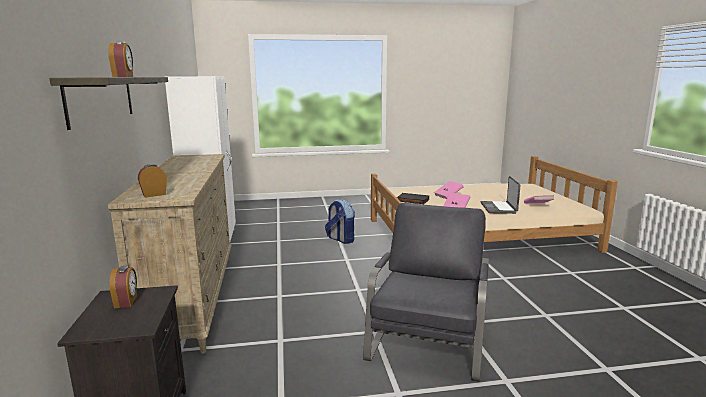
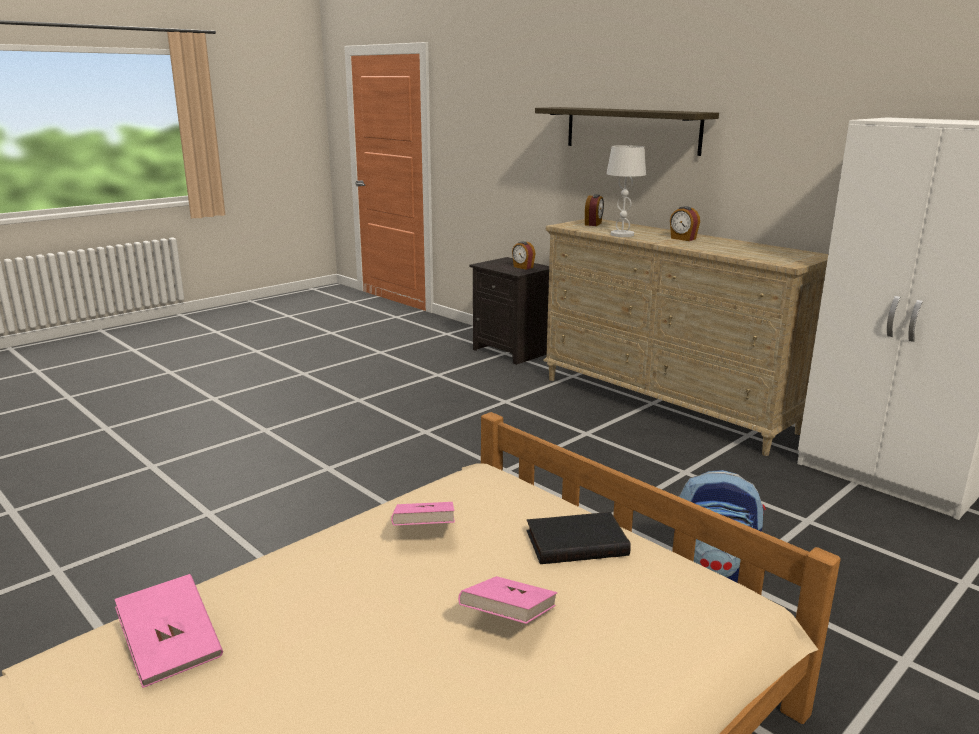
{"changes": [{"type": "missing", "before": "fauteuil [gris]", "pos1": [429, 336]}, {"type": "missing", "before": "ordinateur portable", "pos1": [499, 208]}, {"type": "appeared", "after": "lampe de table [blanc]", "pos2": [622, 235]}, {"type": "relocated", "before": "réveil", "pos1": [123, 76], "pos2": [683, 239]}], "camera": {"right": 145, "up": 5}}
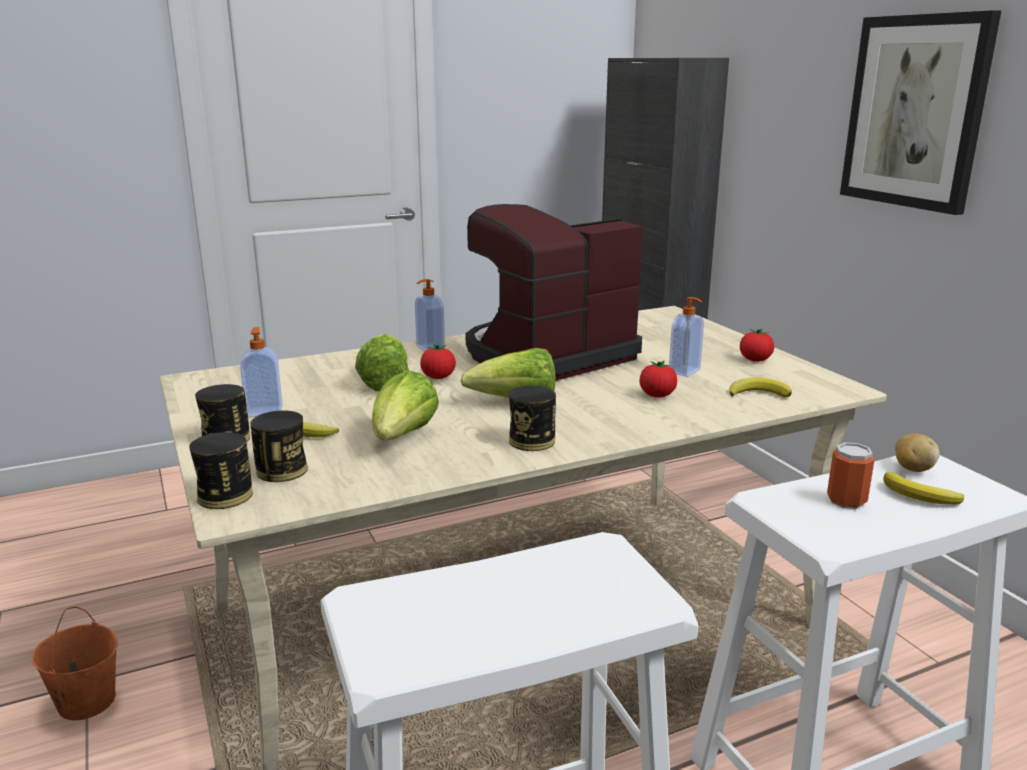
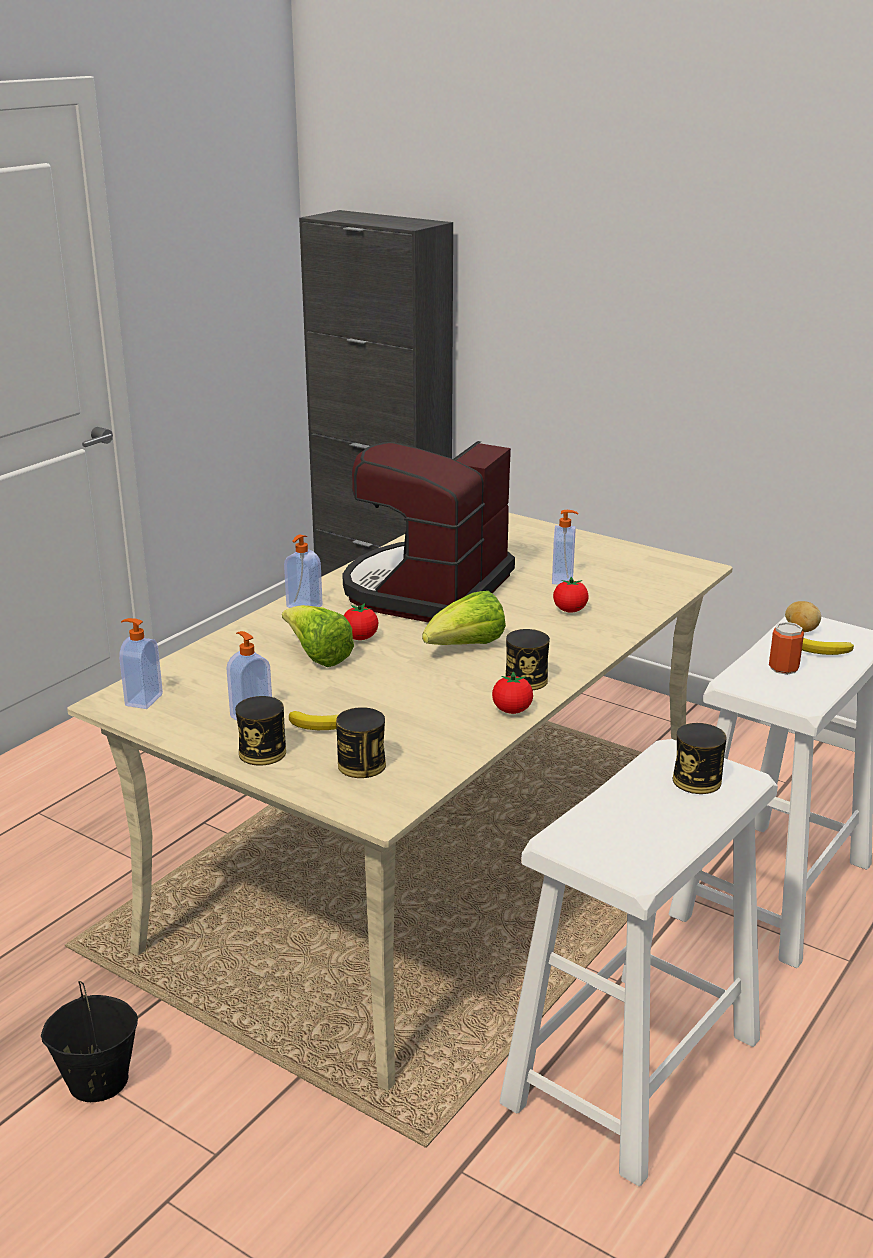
{"changes": [{"type": "missing", "before": "laitue", "pos1": [403, 438]}, {"type": "missing", "before": "banane", "pos1": [758, 393]}, {"type": "missing", "before": "tableau", "pos1": [915, 112]}, {"type": "appeared", "after": "distributeur de savon", "pos2": [142, 700]}, {"type": "relocated", "before": "boîte métallique", "pos1": [225, 496], "pos2": [697, 780]}, {"type": "relocated", "before": "tomate", "pos1": [755, 360], "pos2": [512, 710]}, {"type": "colour", "before": "seau [orange]", "after": "seau [noir]", "pos1": [86, 702], "pos2": [97, 1081]}], "camera": {"right": -30, "up": 5}}
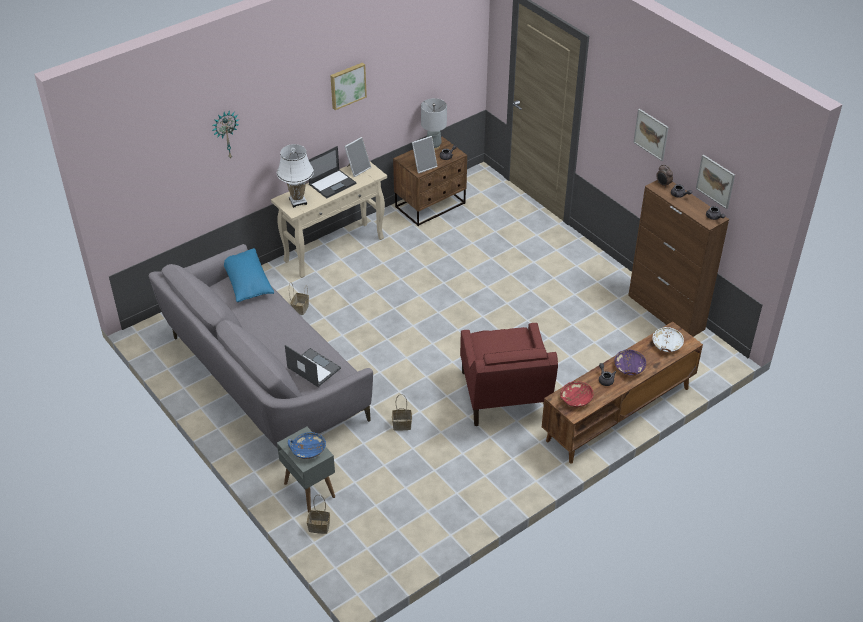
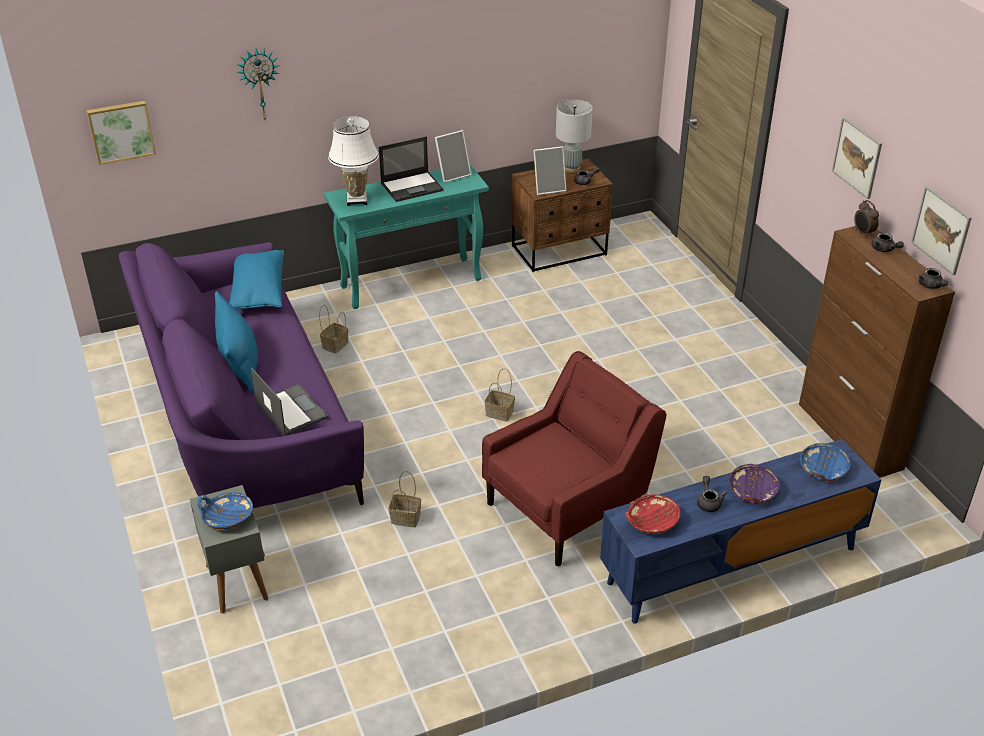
{"changes": [{"type": "appeared", "after": "coussin [bleu]", "pos2": [239, 362]}, {"type": "relocated", "before": "panier", "pos1": [320, 526], "pos2": [500, 413]}, {"type": "relocated", "before": "tableau", "pos1": [347, 85], "pos2": [121, 131]}, {"type": "colour", "before": "canapé [gris]", "after": "canapé [violet]", "pos1": [263, 378], "pos2": [246, 422]}, {"type": "colour", "before": "table console [beige]", "after": "table console [turquoise]", "pos1": [334, 249], "pos2": [412, 283]}, {"type": "colour", "before": "meuble télé [marron]", "after": "meuble télé [bleu]", "pos1": [618, 414], "pos2": [731, 566]}, {"type": "colour", "before": "bol [blanc]", "after": "bol [bleu]", "pos1": [666, 344], "pos2": [822, 470]}, {"type": "spun", "before": "fauteuil [rouge]", "pos1": [504, 396], "pos2": [567, 508], "turn": -135}], "camera": {"right": 15, "up": -5}}
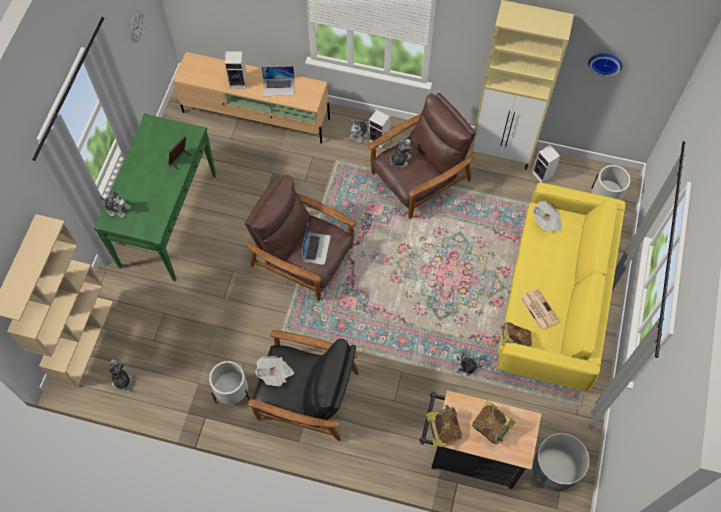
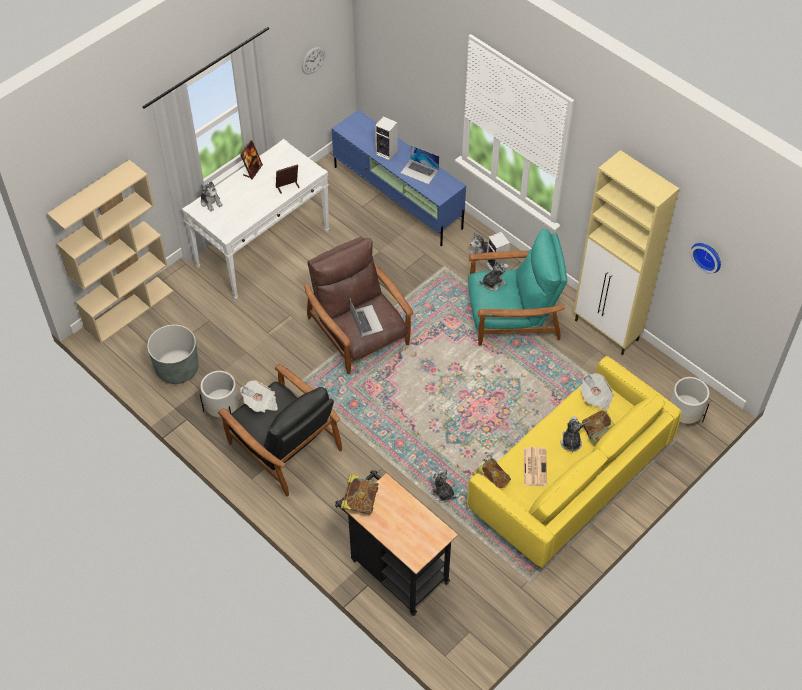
{"changes": [{"type": "missing", "before": "enceinte", "pos1": [543, 175]}, {"type": "appeared", "after": "cadre photo", "pos2": [252, 170]}, {"type": "relocated", "before": "peluche", "pos1": [121, 379], "pos2": [570, 442]}, {"type": "relocated", "before": "livre", "pos1": [491, 427], "pos2": [598, 433]}, {"type": "relocated", "before": "cache-pot [gris]", "pos1": [554, 469], "pos2": [177, 368]}, {"type": "colour", "before": "table console [vert]", "after": "table console [blanc]", "pos1": [168, 220], "pos2": [263, 248]}, {"type": "colour", "before": "meuble télé [beige]", "after": "meuble télé [bleu]", "pos1": [256, 116], "pos2": [398, 198]}, {"type": "colour", "before": "fauteuil [marron]", "after": "fauteuil [turquoise]", "pos1": [419, 178], "pos2": [512, 315]}, {"type": "spun", "before": "ordinateur portable", "pos1": [316, 248], "pos2": [366, 320], "turn": -60}], "camera": {"right": 30, "up": -10}}
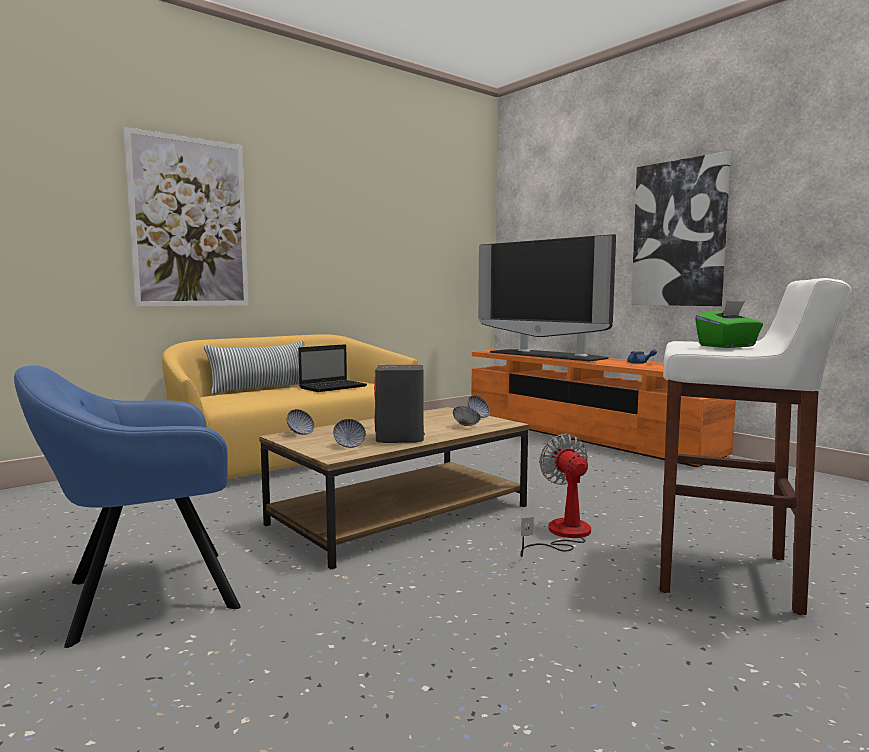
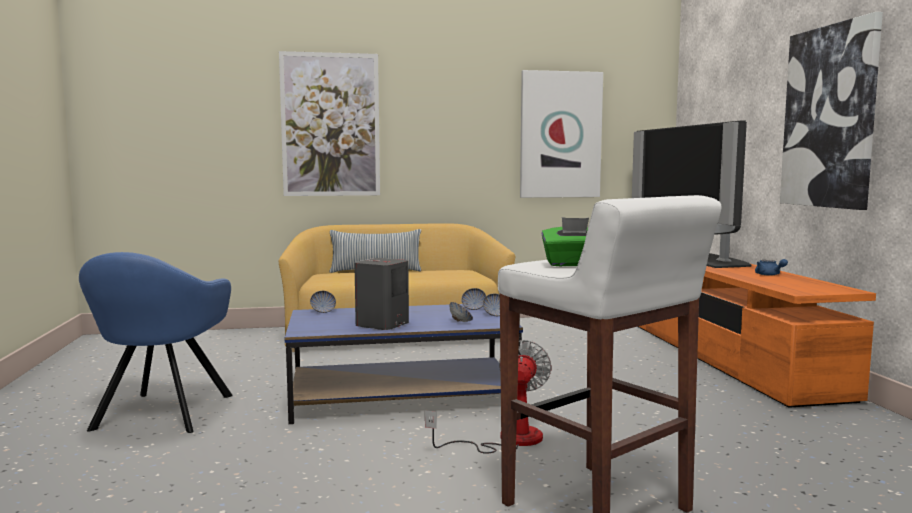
{"changes": [{"type": "missing", "before": "ordinateur portable", "pos1": [334, 387]}, {"type": "appeared", "after": "tableau", "pos2": [560, 135]}, {"type": "relocated", "before": "bol", "pos1": [349, 445], "pos2": [473, 308]}, {"type": "colour", "before": "table basse [marron]", "after": "table basse [bleu]", "pos1": [401, 514], "pos2": [403, 396]}, {"type": "spun", "before": "fauteuil [bleu]", "pos1": [142, 596], "pos2": [161, 414], "turn": -90}], "camera": {"right": 30, "up": 0}}
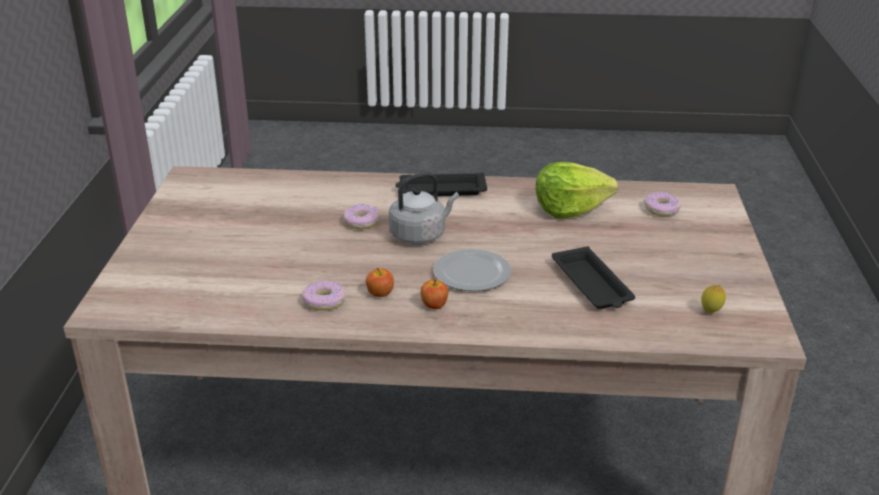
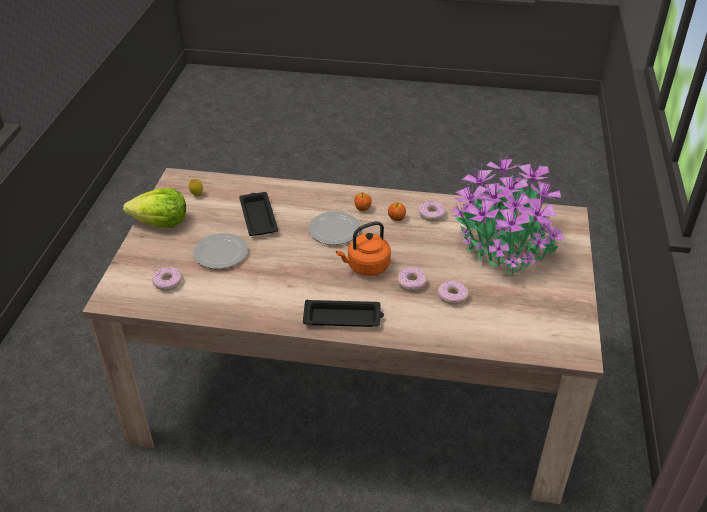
{"changes": [{"type": "appeared", "after": "assiette", "pos2": [221, 252]}, {"type": "appeared", "after": "beignet", "pos2": [452, 296]}, {"type": "appeared", "after": "plante en pot", "pos2": [504, 244]}, {"type": "relocated", "before": "laitue", "pos1": [570, 208], "pos2": [161, 222]}, {"type": "colour", "before": "bouilloire [gris]", "after": "bouilloire [orange]", "pos1": [420, 234], "pos2": [366, 267]}], "camera": {"right": -175, "up": 10}}
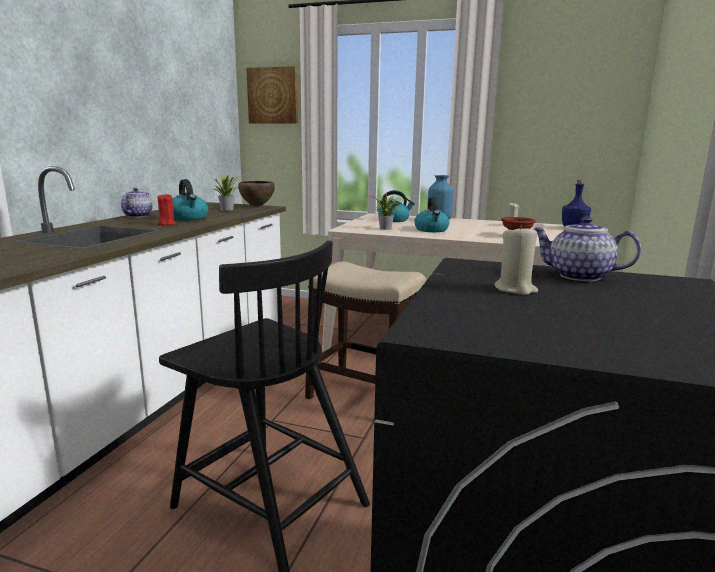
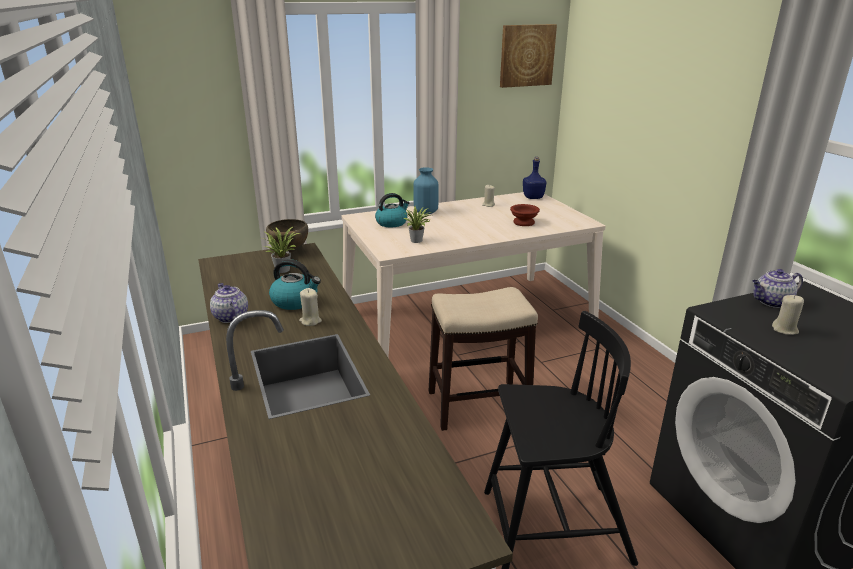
{"changes": [{"type": "missing", "before": "bouilloire", "pos1": [431, 230]}, {"type": "relocated", "before": "tableau", "pos1": [273, 95], "pos2": [526, 55]}, {"type": "colour", "before": "bougie [rouge]", "after": "bougie [beige]", "pos1": [166, 224], "pos2": [310, 321]}], "camera": {"right": -40, "up": 10}}
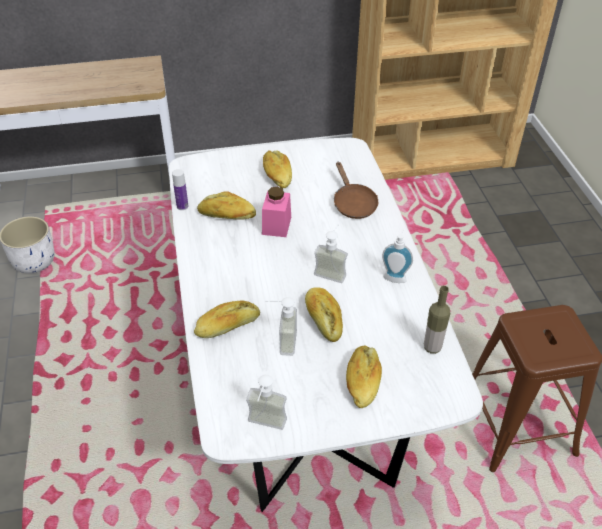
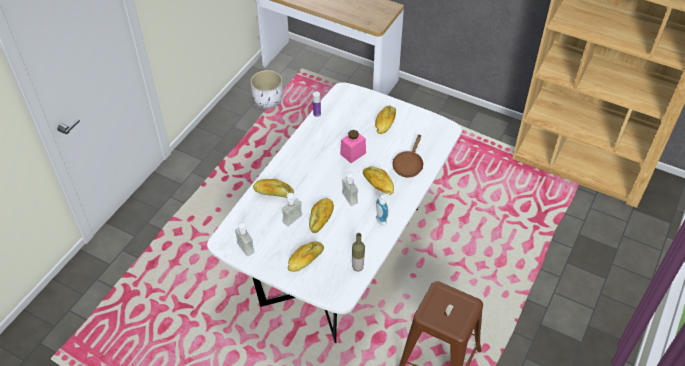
{"changes": [{"type": "relocated", "before": "pain", "pos1": [227, 215], "pos2": [378, 184]}], "camera": {"right": 40, "up": 5}}
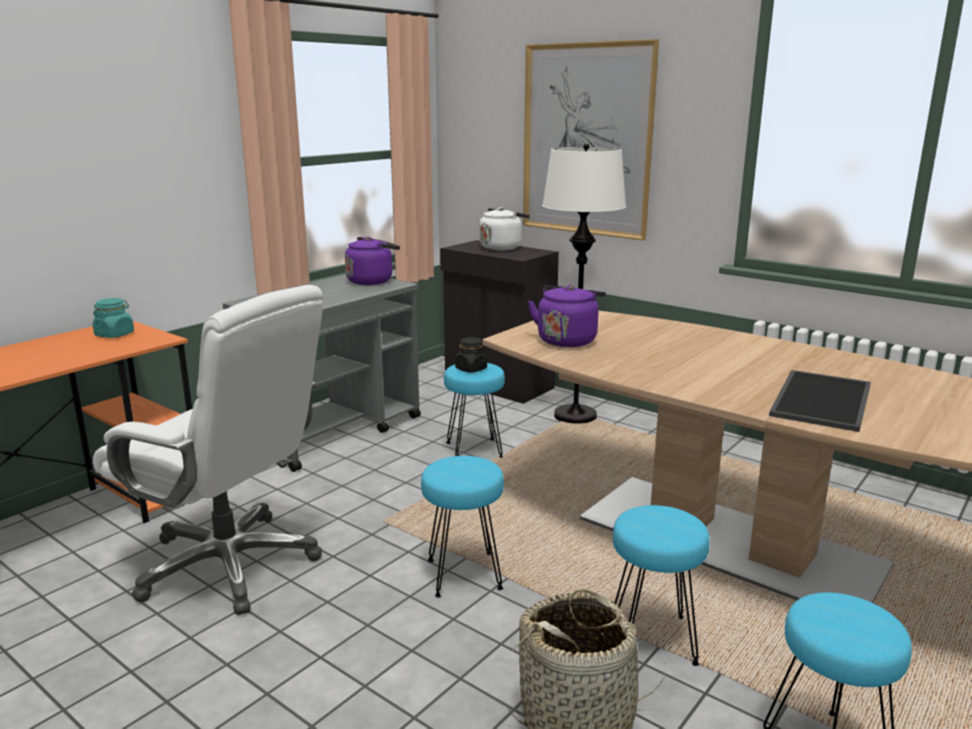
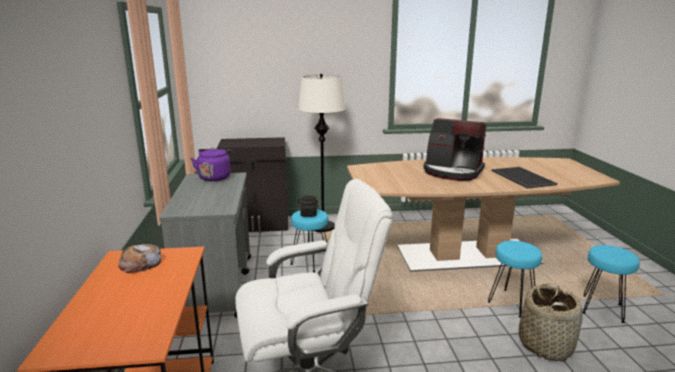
{"changes": [{"type": "missing", "before": "tabouret [turquoise]", "pos1": [463, 574]}, {"type": "missing", "before": "bouilloire [blanc]", "pos1": [502, 247]}, {"type": "missing", "before": "tableau", "pos1": [586, 140]}, {"type": "missing", "before": "bouilloire [violet]", "pos1": [567, 340]}, {"type": "appeared", "after": "machine à café", "pos2": [452, 172]}, {"type": "exchanged", "before": "bocal [turquoise]", "after": "pain", "pos1": [115, 334], "pos2": [141, 263]}], "camera": {"right": -45, "up": 0}}
